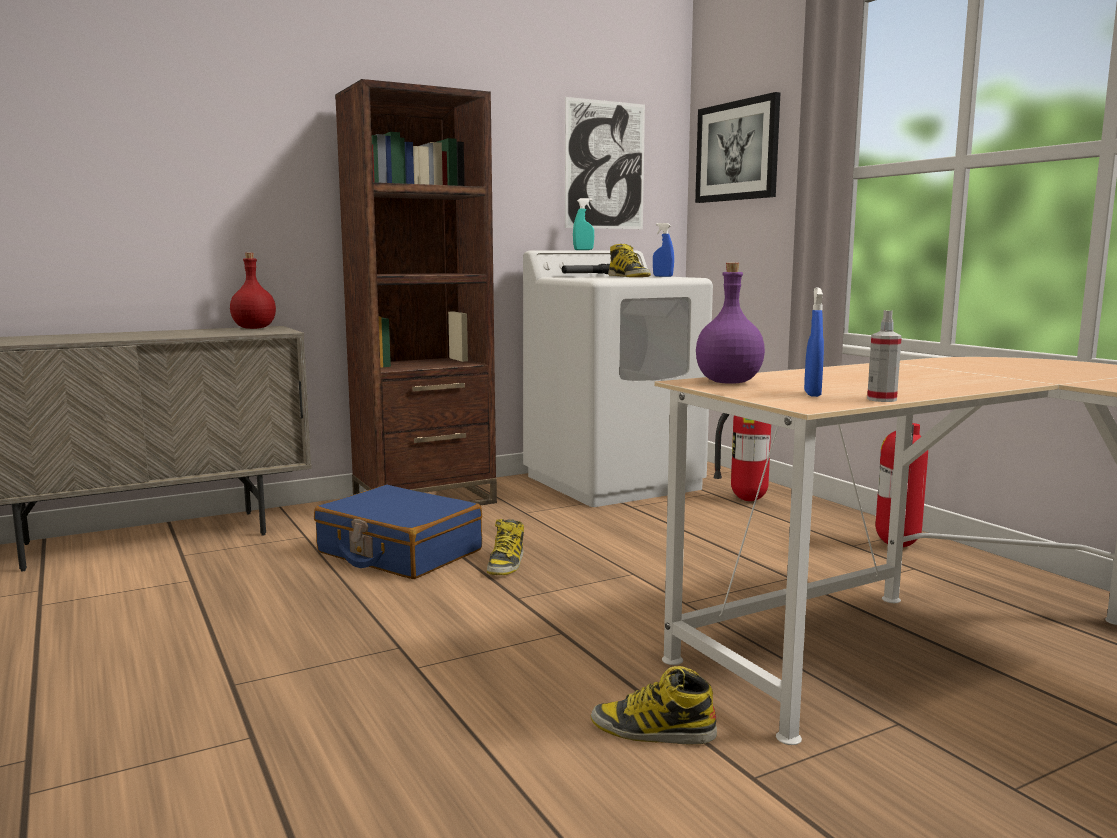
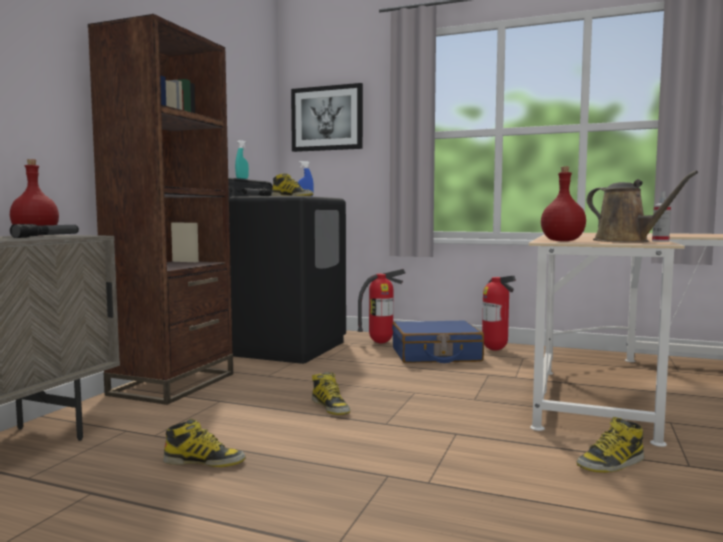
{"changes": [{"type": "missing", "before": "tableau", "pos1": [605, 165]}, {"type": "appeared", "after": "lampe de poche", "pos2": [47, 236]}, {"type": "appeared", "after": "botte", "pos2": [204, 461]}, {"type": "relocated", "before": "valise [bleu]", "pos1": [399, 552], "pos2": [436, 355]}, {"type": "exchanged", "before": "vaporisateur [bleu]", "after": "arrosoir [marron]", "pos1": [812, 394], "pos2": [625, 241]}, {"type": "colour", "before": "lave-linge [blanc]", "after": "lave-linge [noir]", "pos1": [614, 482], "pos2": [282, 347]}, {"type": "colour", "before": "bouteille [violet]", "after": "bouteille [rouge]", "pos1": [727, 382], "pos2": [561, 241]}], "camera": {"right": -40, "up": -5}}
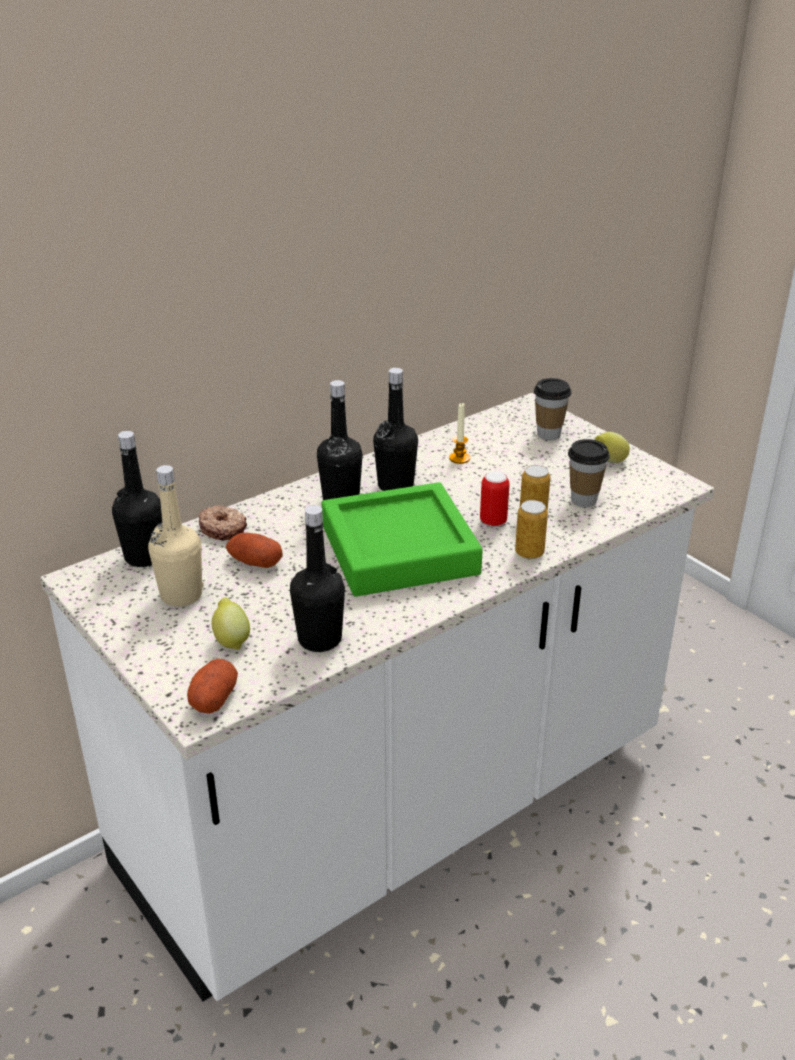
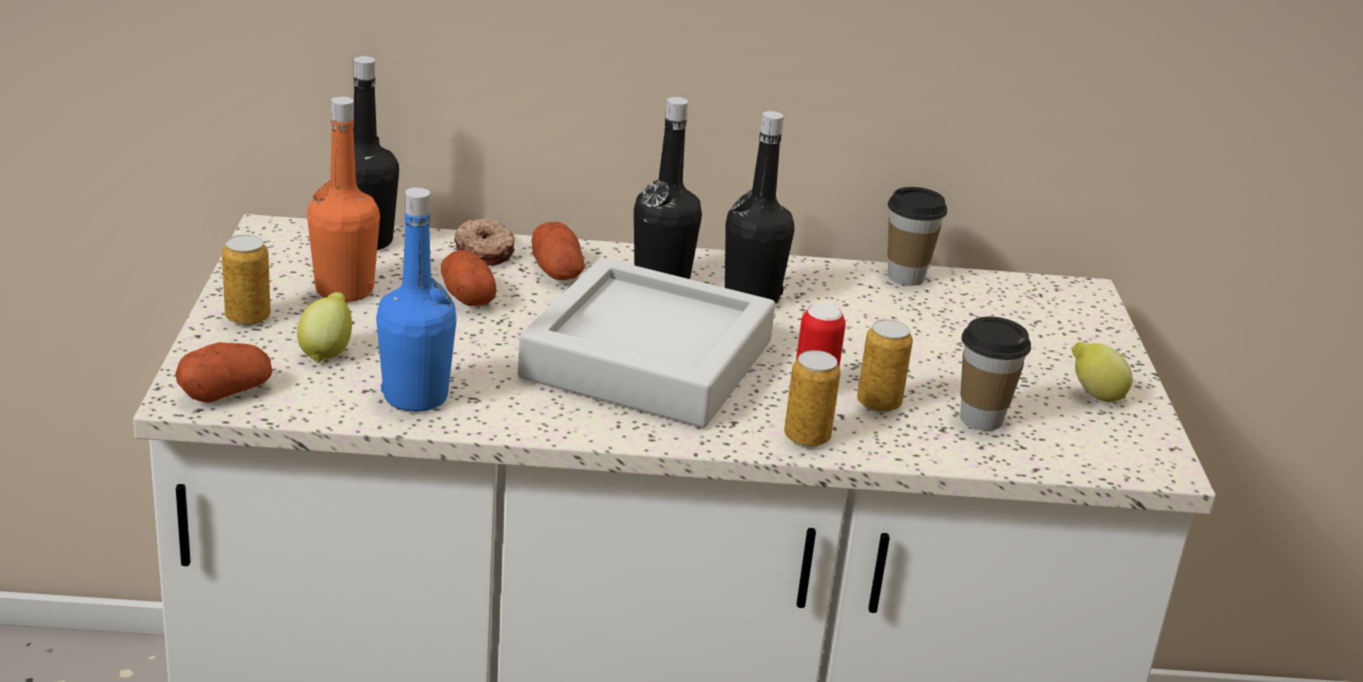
{"changes": [{"type": "missing", "before": "bougie", "pos1": [459, 458]}, {"type": "appeared", "after": "boîte métallique", "pos2": [248, 318]}, {"type": "appeared", "after": "pomme de terre", "pos2": [557, 271]}, {"type": "relocated", "before": "tasse", "pos1": [548, 434], "pos2": [906, 277]}, {"type": "colour", "before": "bouteille [beige]", "after": "bouteille [orange]", "pos1": [181, 595], "pos2": [344, 290]}, {"type": "colour", "before": "bouteille [noir]", "after": "bouteille [bleu]", "pos1": [319, 639], "pos2": [415, 397]}, {"type": "colour", "before": "plateau [vert]", "after": "plateau [gris]", "pos1": [399, 550], "pos2": [648, 359]}], "camera": {"right": 35, "up": -5}}
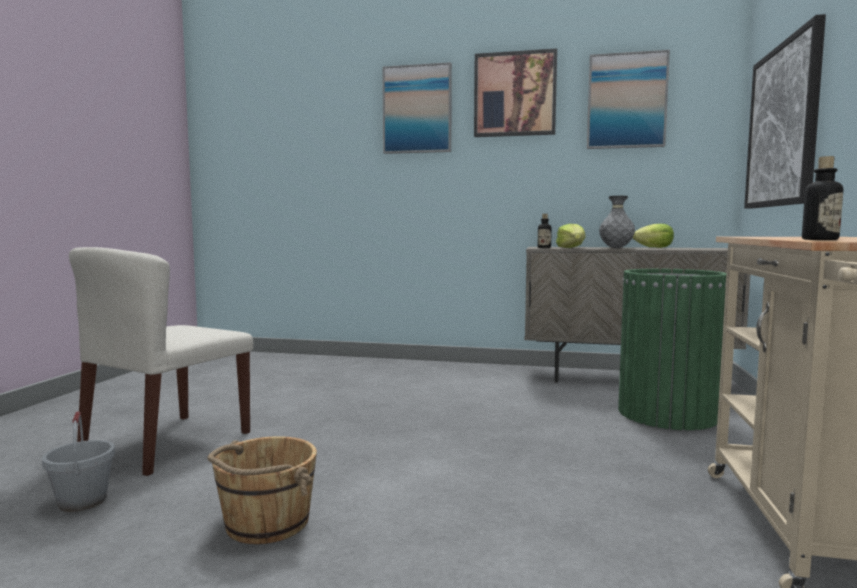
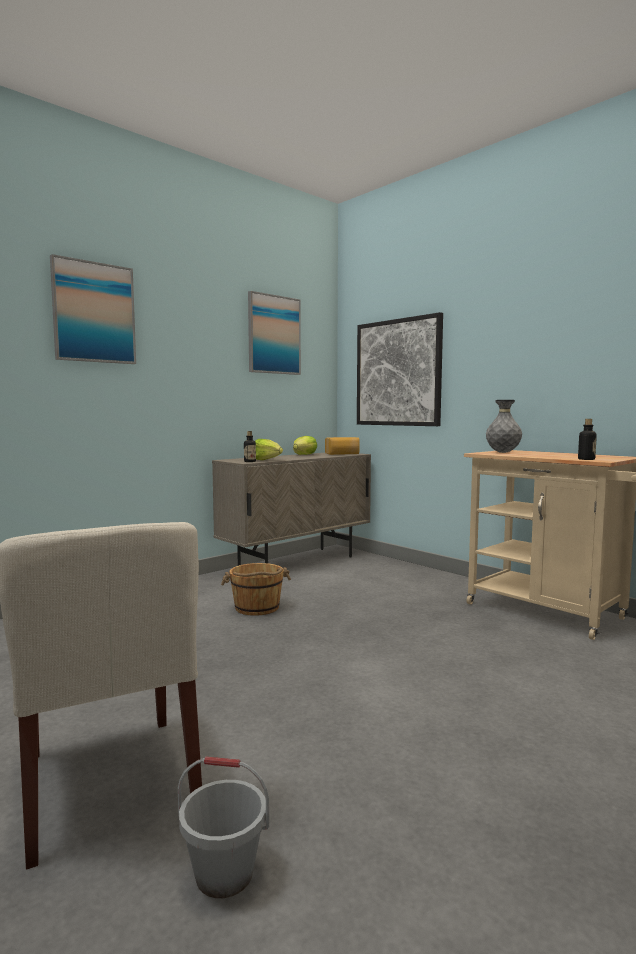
{"changes": [{"type": "missing", "before": "tableau", "pos1": [515, 94]}, {"type": "missing", "before": "poubelle [vert]", "pos1": [667, 414]}, {"type": "appeared", "after": "pain", "pos2": [342, 454]}, {"type": "relocated", "before": "seau [marron]", "pos1": [265, 523], "pos2": [257, 608]}, {"type": "relocated", "before": "vase [gris]", "pos1": [616, 248], "pos2": [502, 452]}], "camera": {"right": -55, "up": 0}}
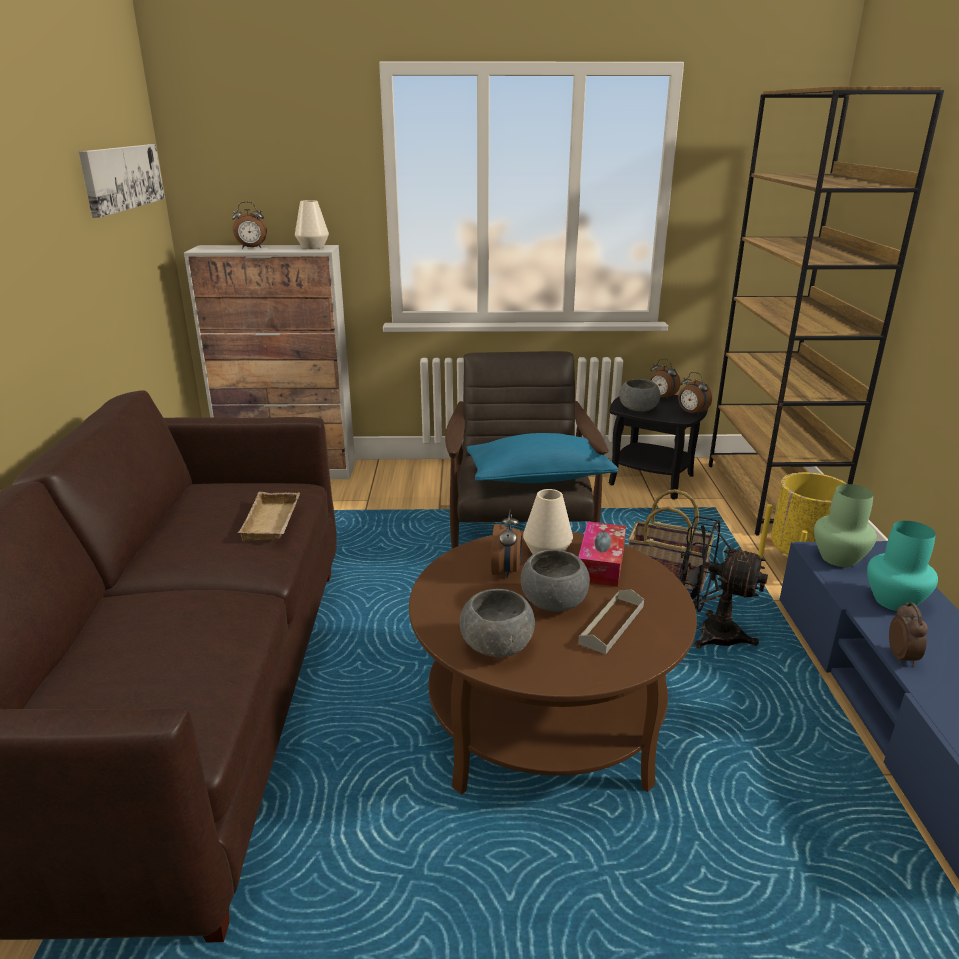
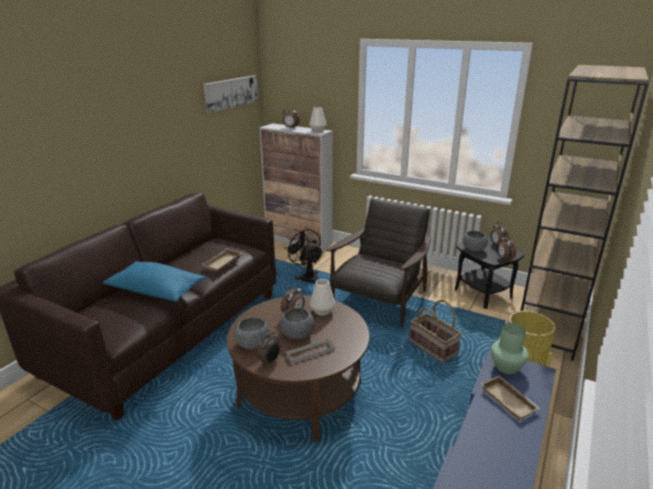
{"changes": [{"type": "missing", "before": "boîte à mouchoirs", "pos1": [601, 563]}, {"type": "relocated", "before": "coussin [bleu]", "pos1": [539, 478], "pos2": [156, 291]}, {"type": "relocated", "before": "ventilateur [noir]", "pos1": [707, 633], "pos2": [307, 277]}, {"type": "relocated", "before": "réveil", "pos1": [902, 657], "pos2": [270, 362]}, {"type": "exchanged", "before": "vase [turquoise]", "after": "plateau [beige]", "pos1": [895, 601], "pos2": [510, 400]}], "camera": {"right": 30, "up": 0}}
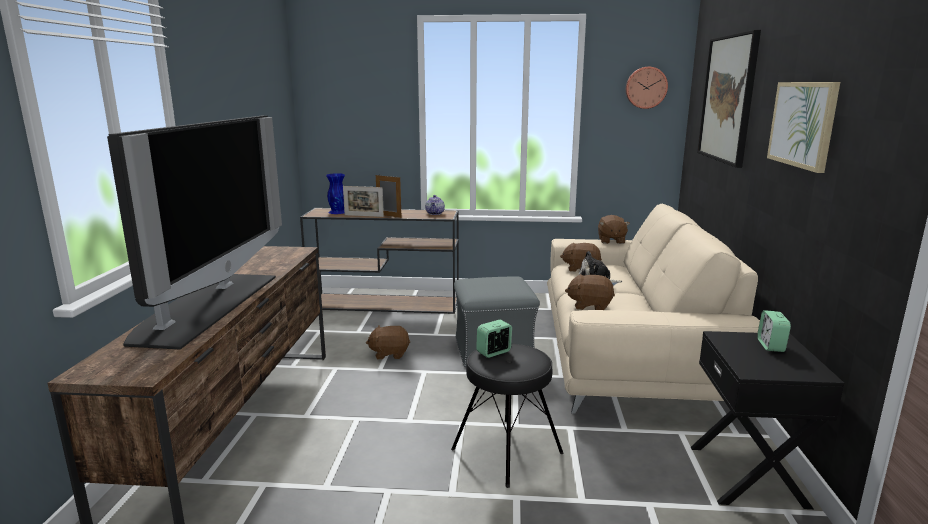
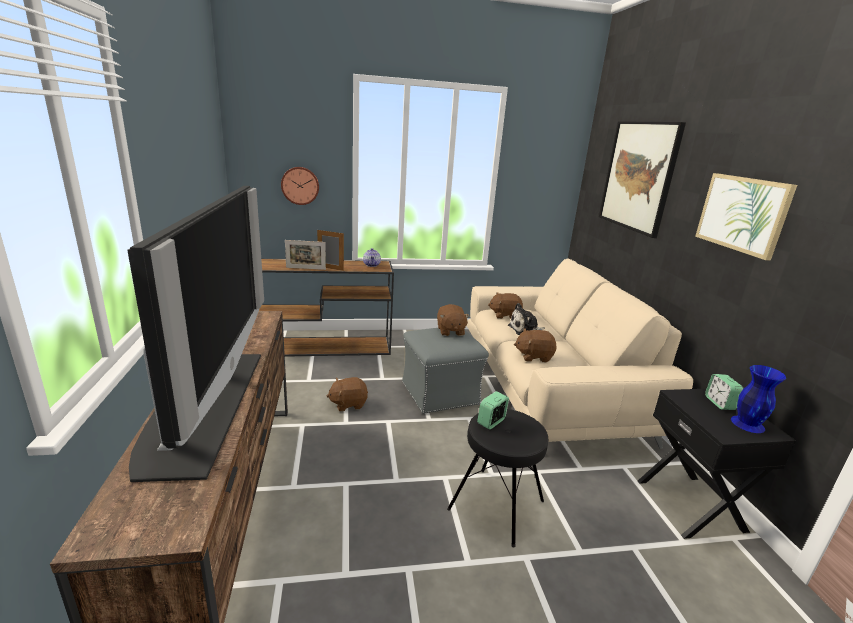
{"changes": [{"type": "relocated", "before": "vase [bleu]", "pos1": [338, 212], "pos2": [747, 423]}, {"type": "relocated", "before": "peluche [marron]", "pos1": [611, 241], "pos2": [450, 331]}, {"type": "relocated", "before": "horloge murale", "pos1": [646, 87], "pos2": [300, 185]}], "camera": {"right": -15, "up": 5}}
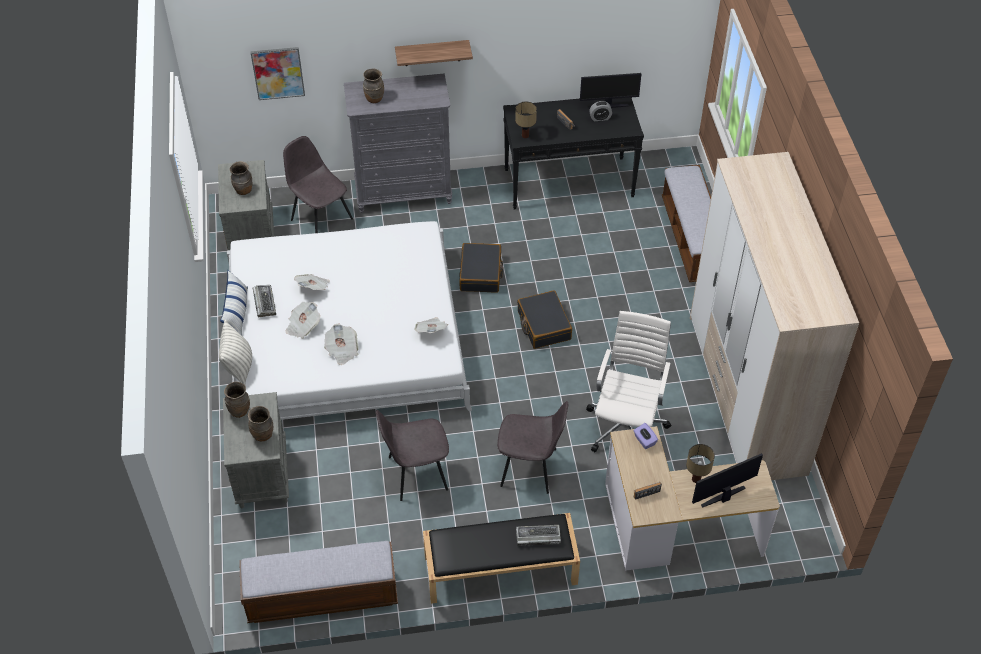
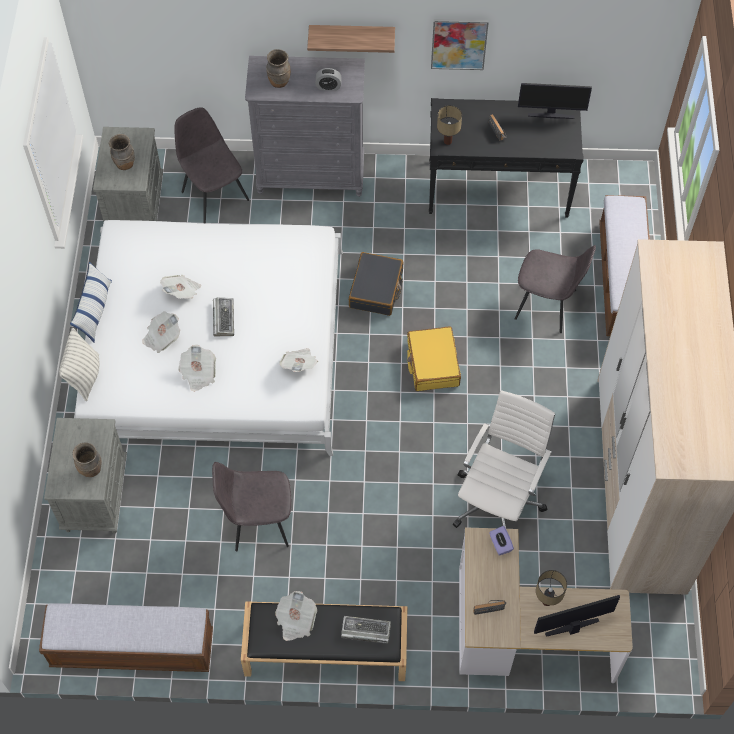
{"changes": [{"type": "missing", "before": "vase [marron]", "pos1": [240, 411]}, {"type": "appeared", "after": "journal", "pos2": [295, 621]}, {"type": "relocated", "before": "tableau", "pos1": [278, 73], "pos2": [459, 43]}, {"type": "relocated", "before": "clavier", "pos1": [264, 302], "pos2": [223, 318]}, {"type": "relocated", "before": "chaise [gris]", "pos1": [530, 468], "pos2": [547, 305]}, {"type": "relocated", "before": "réveil", "pos1": [600, 118], "pos2": [328, 86]}, {"type": "colour", "before": "valise [noir]", "after": "valise [jaune]", "pos1": [543, 325], "pos2": [432, 364]}], "camera": {"right": 10, "up": 10}}
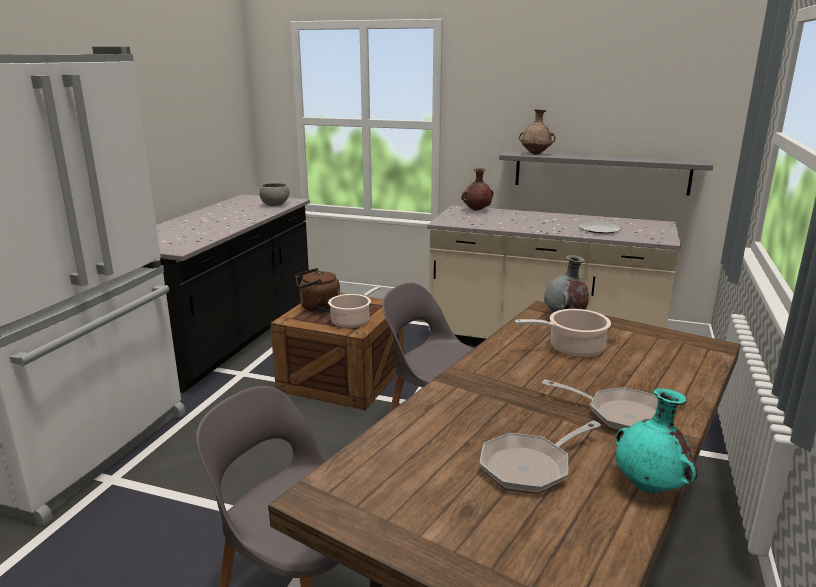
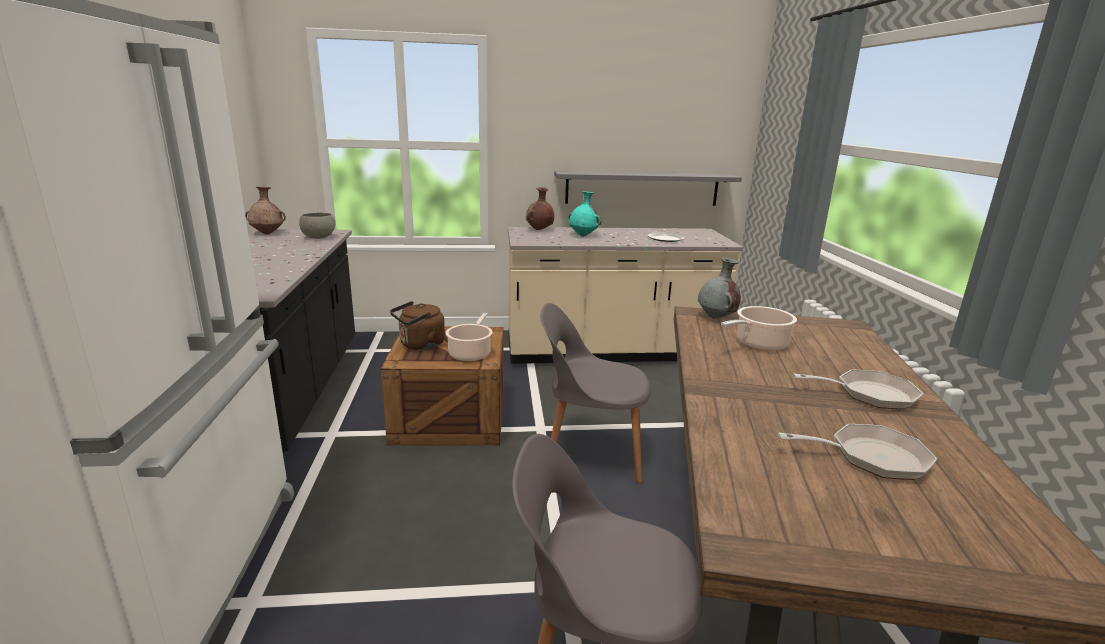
{"changes": [{"type": "relocated", "before": "vase [marron]", "pos1": [536, 154], "pos2": [268, 233]}, {"type": "relocated", "before": "vase [turquoise]", "pos1": [649, 488], "pos2": [583, 235]}, {"type": "spun", "before": "poêle", "pos1": [530, 466], "pos2": [870, 457], "turn": -120}], "camera": {"right": -25, "up": 0}}
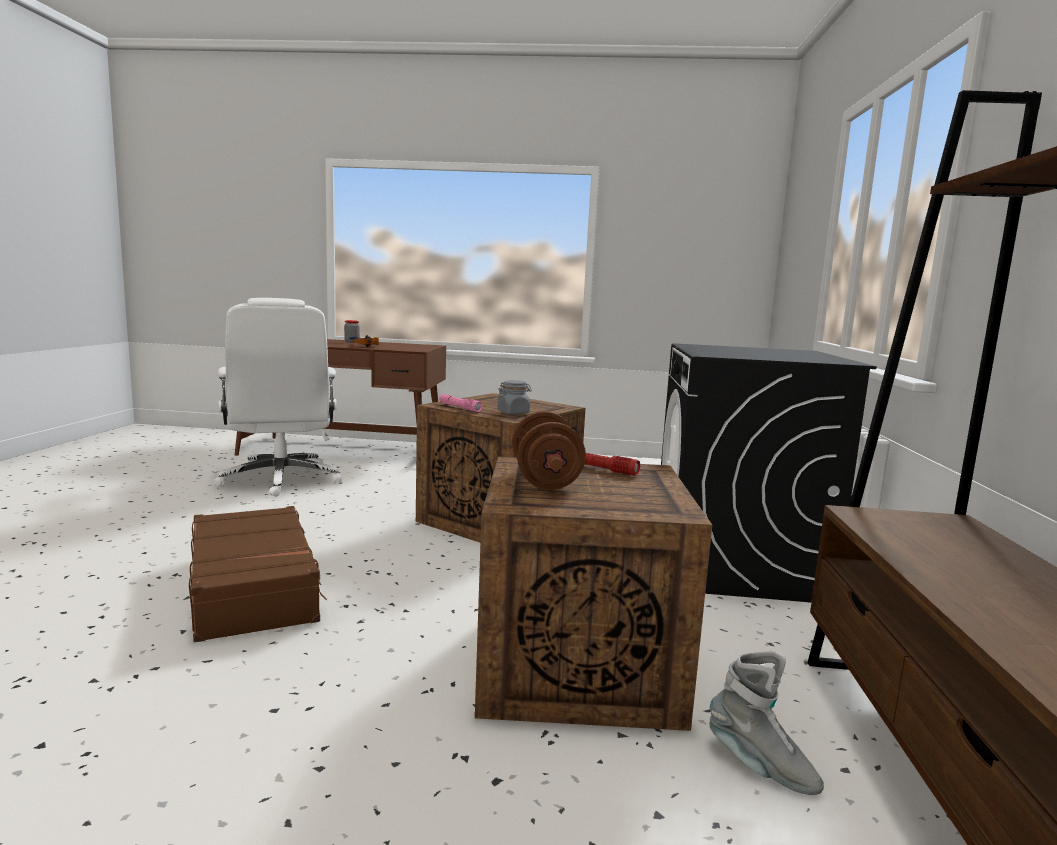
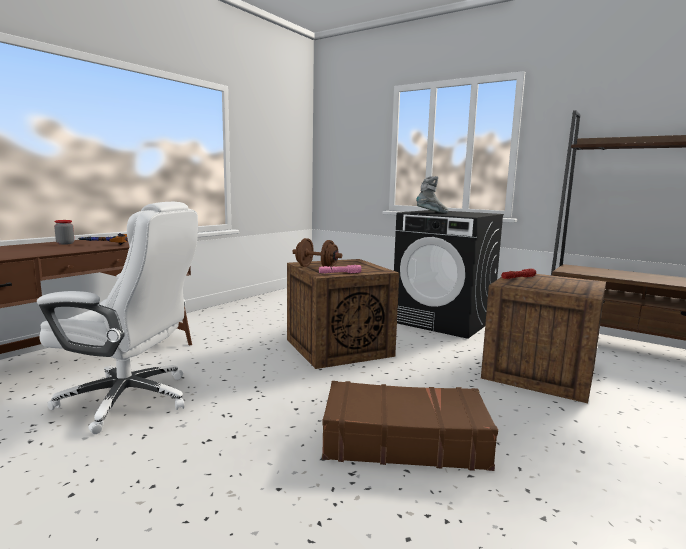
{"changes": [{"type": "missing", "before": "bocal [gris]", "pos1": [513, 413]}, {"type": "relocated", "before": "haltère [marron]", "pos1": [545, 480], "pos2": [316, 267]}, {"type": "relocated", "before": "botte [gris]", "pos1": [760, 767], "pos2": [432, 213]}], "camera": {"right": -60, "up": 0}}
